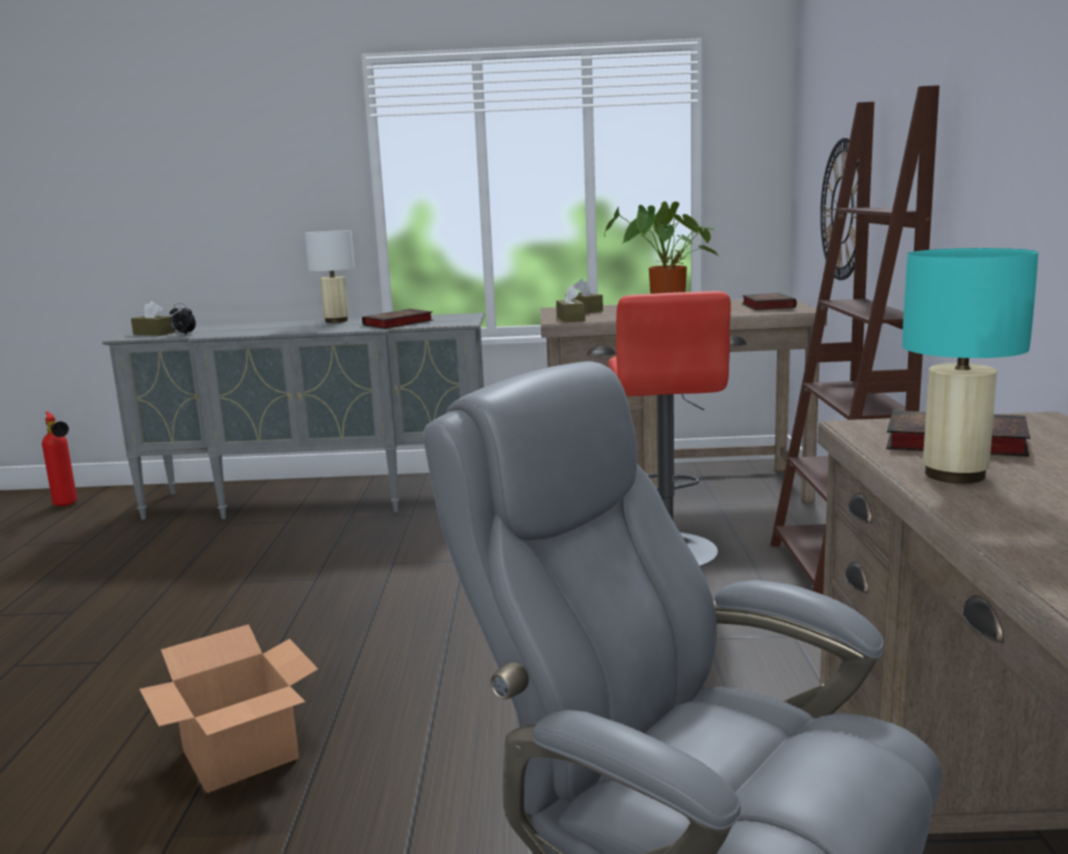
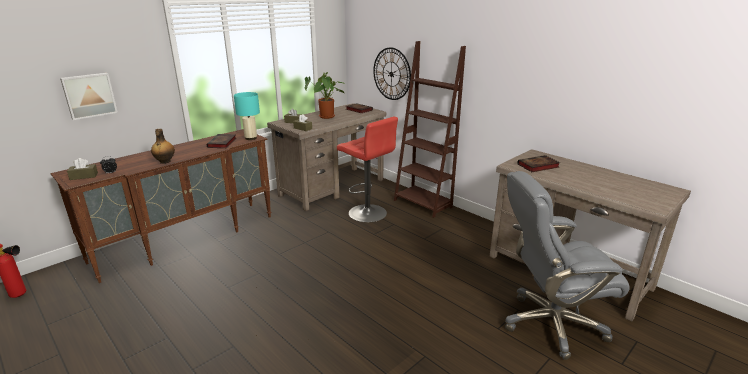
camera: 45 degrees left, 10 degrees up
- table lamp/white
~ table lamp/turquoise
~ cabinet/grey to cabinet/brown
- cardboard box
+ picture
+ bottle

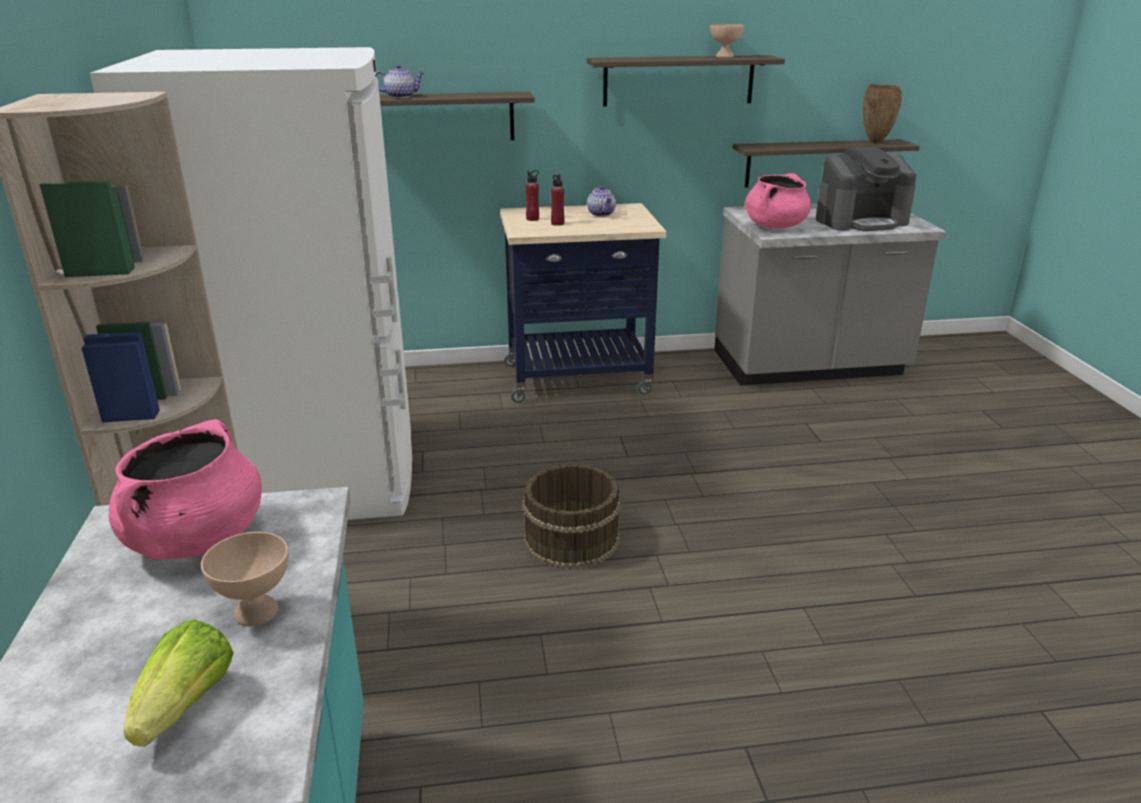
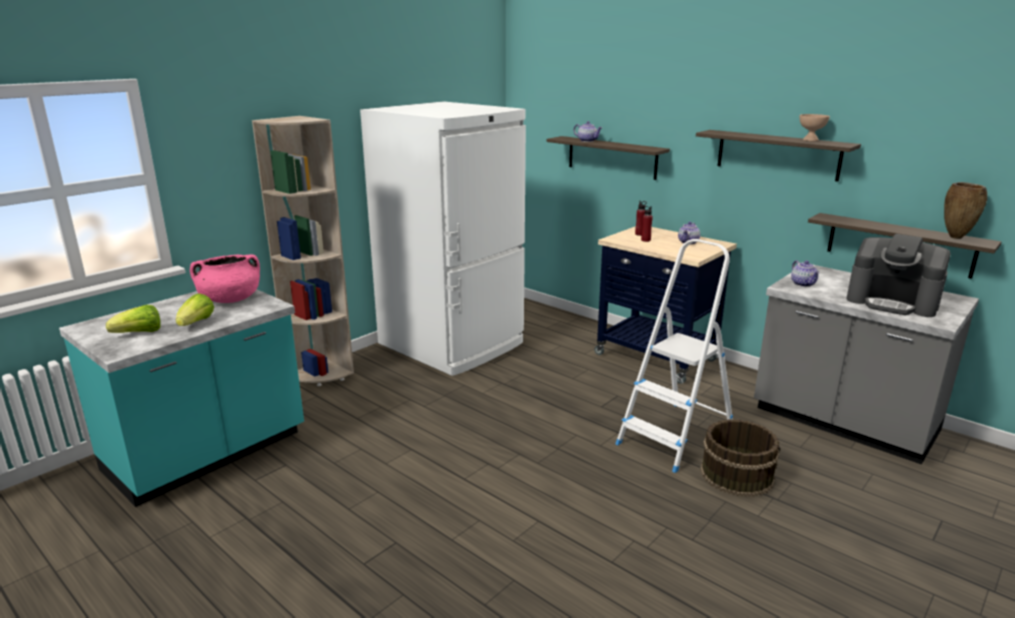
camera: 50 degrees right, 5 degrees down
~ cooking pot/pink (no. 2 from left) to teapot (no. 3 from left)
~ bucket/brown
~ bowl/beige (no. 1 from left) to lettuce (no. 2 from left)
+ step ladder/white

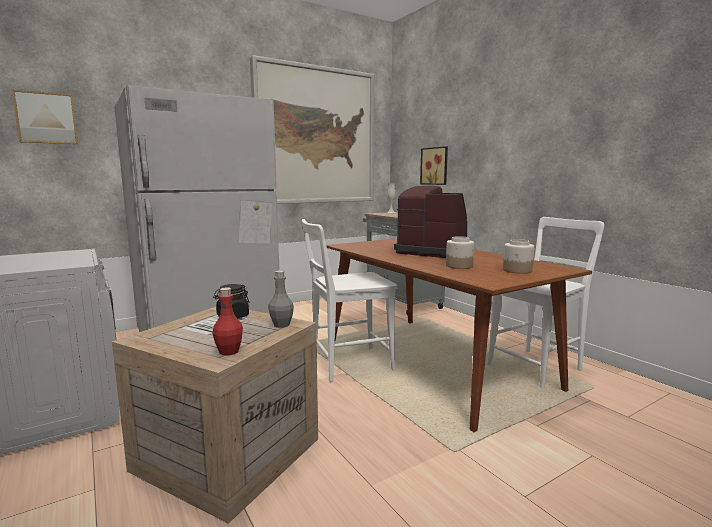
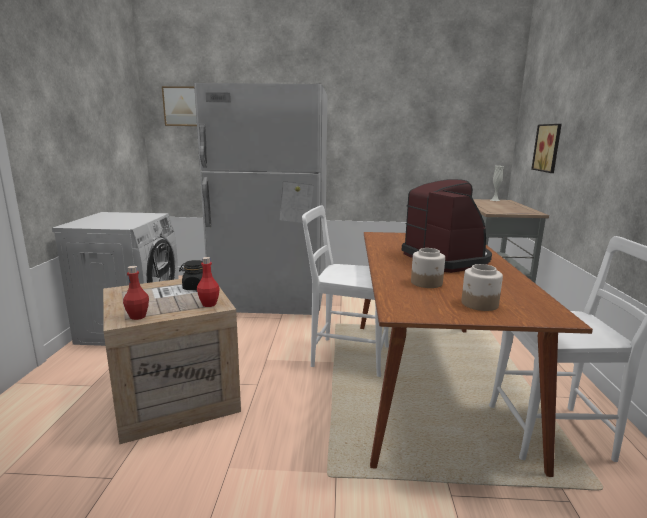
camera: 35 degrees right, 5 degrees up
- picture (no. 2 from left)
~ bottle/grey to bottle/red (no. 2 from left)

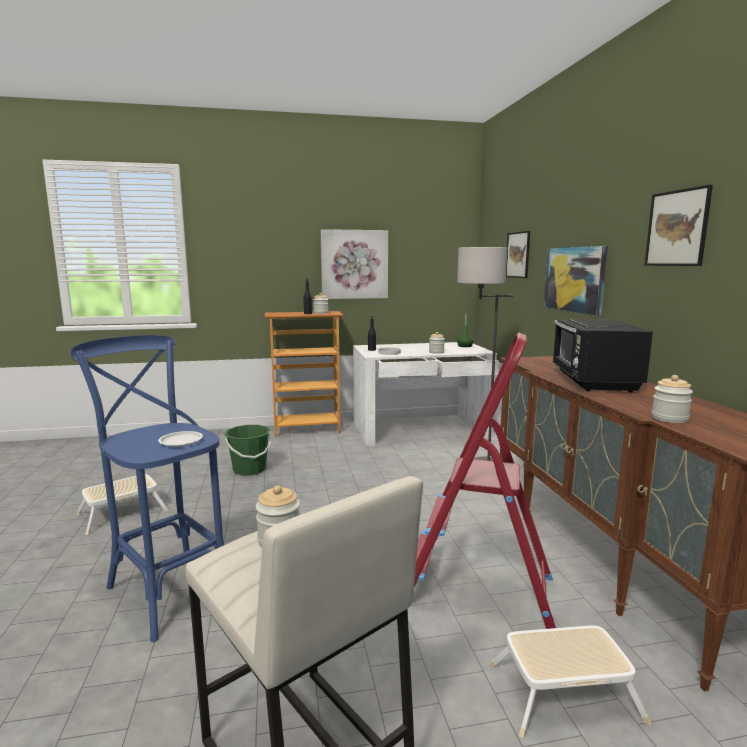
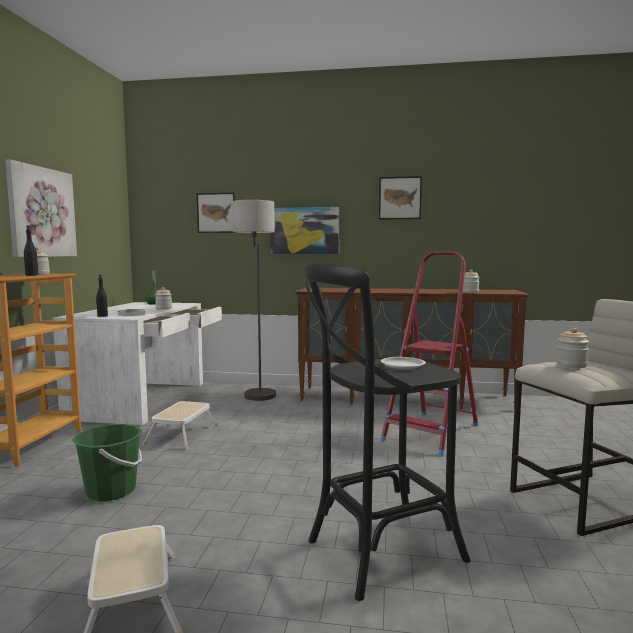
camera: 70 degrees left, 5 degrees down
- microwave/black
~ stool/blue to stool/black
~ step ladder/beige (no. 2 from left)

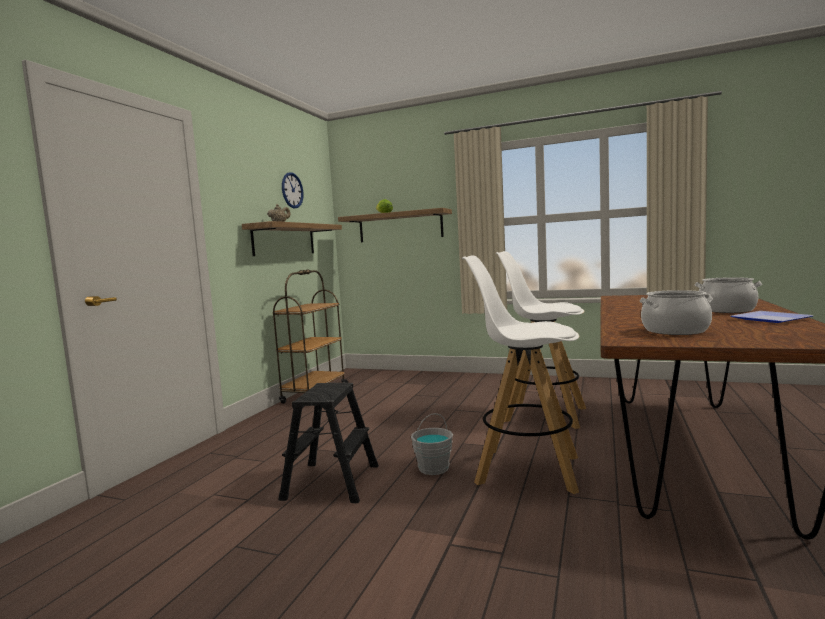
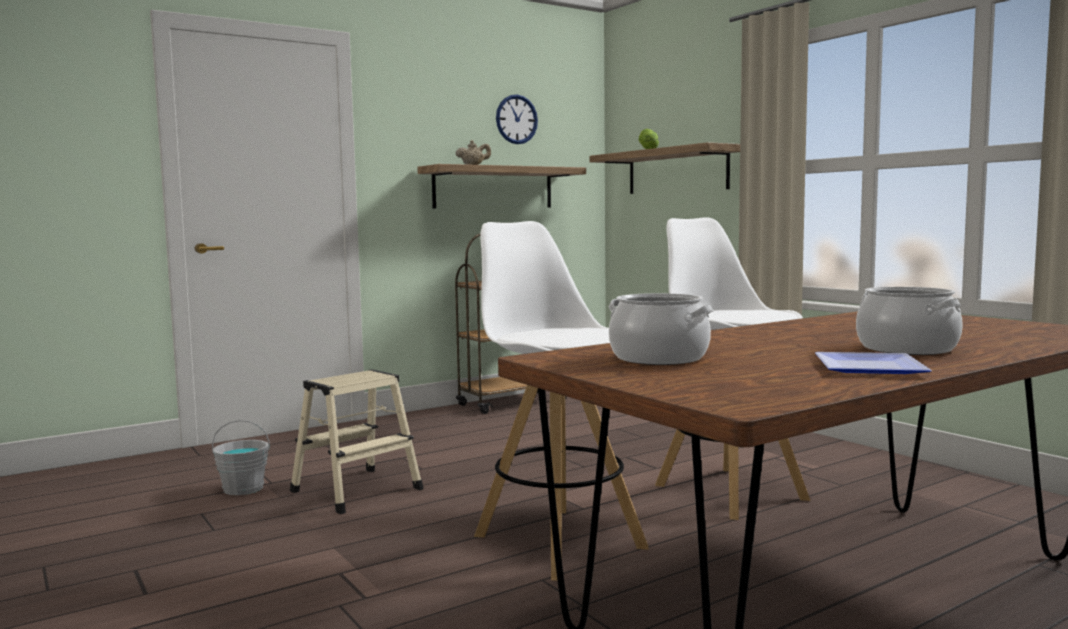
camera: 35 degrees right, 0 degrees up
~ step ladder/black to step ladder/beige
~ bucket/grey

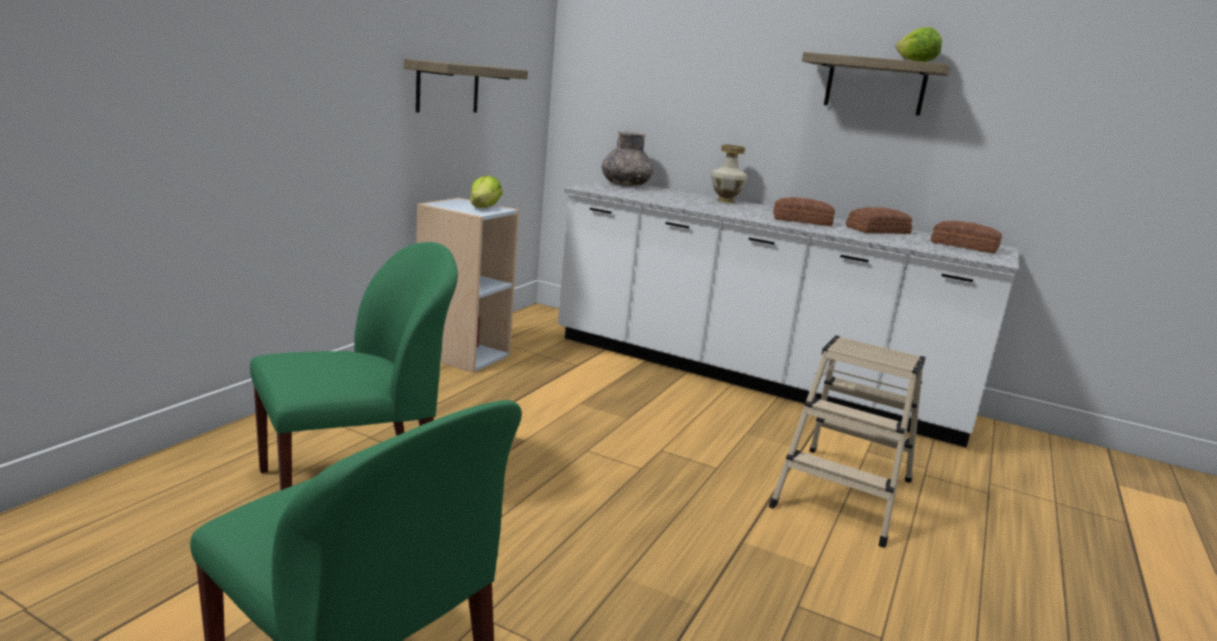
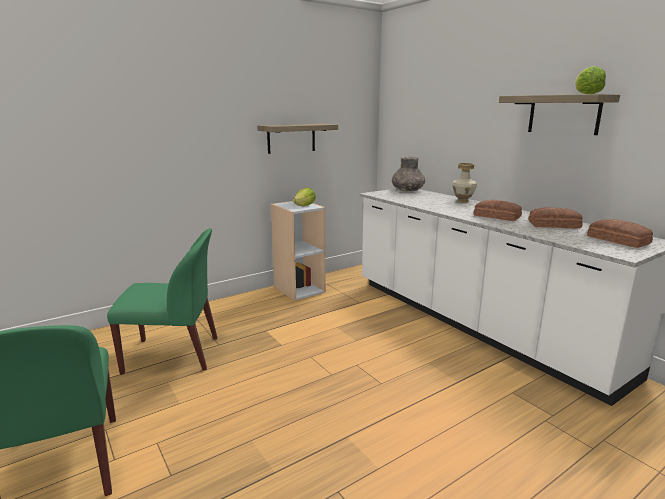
camera: 30 degrees right, 0 degrees up
- step ladder/beige

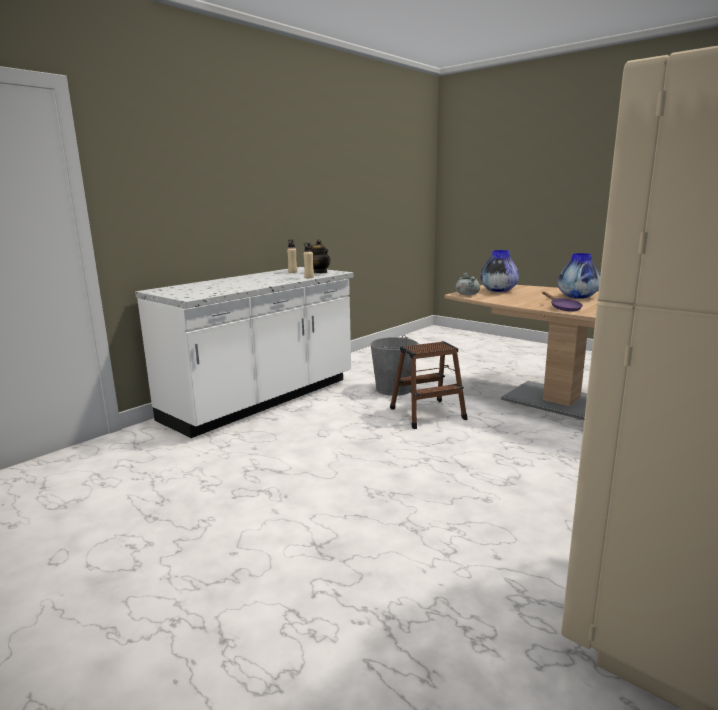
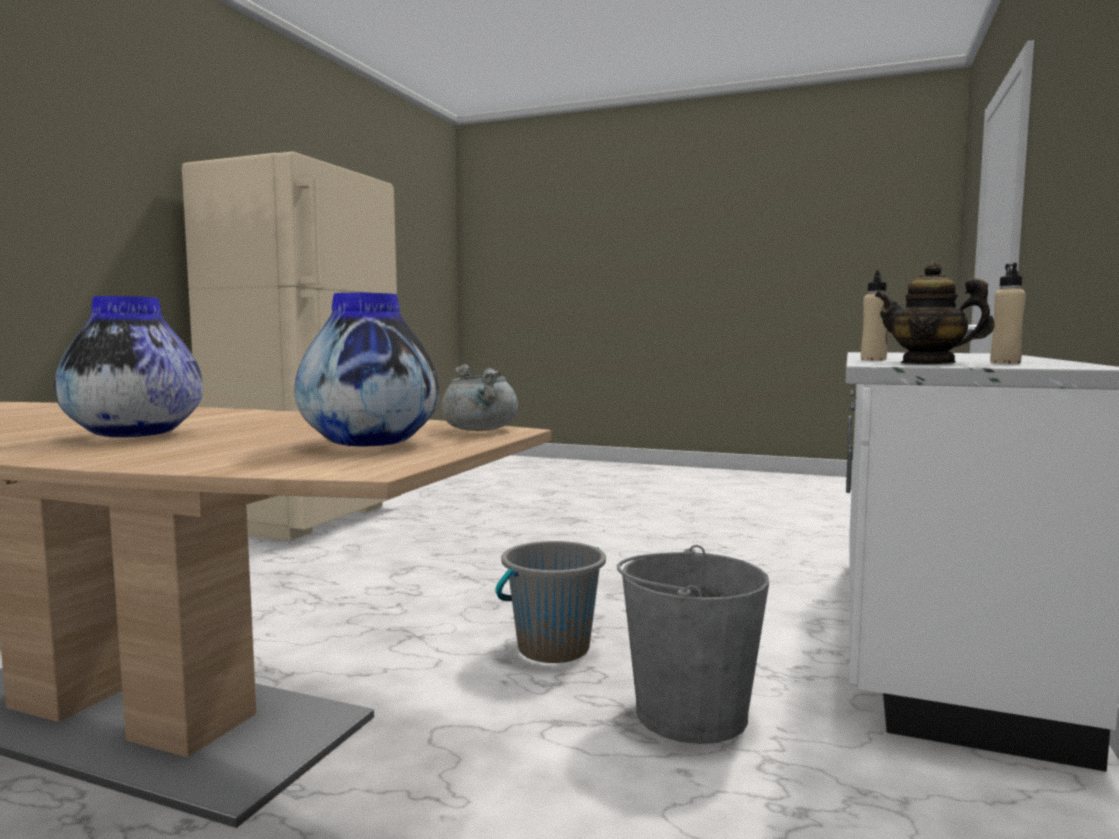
camera: 160 degrees right, 10 degrees down
- frying pan/purple
~ step ladder/brown to bucket/grey (no. 1 from left)

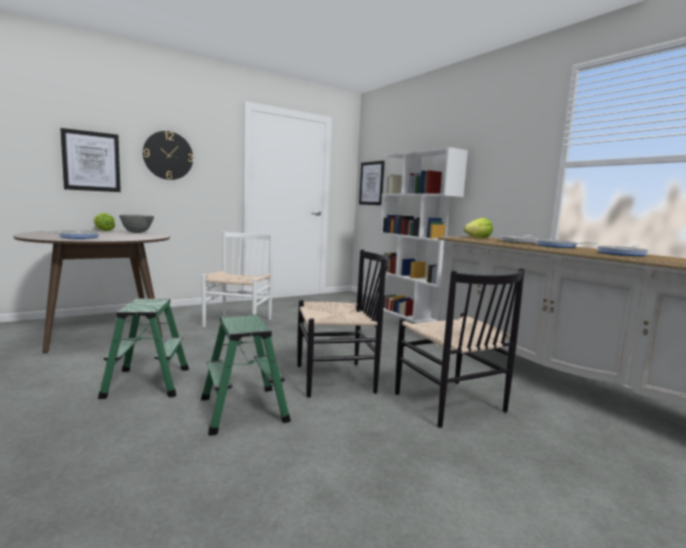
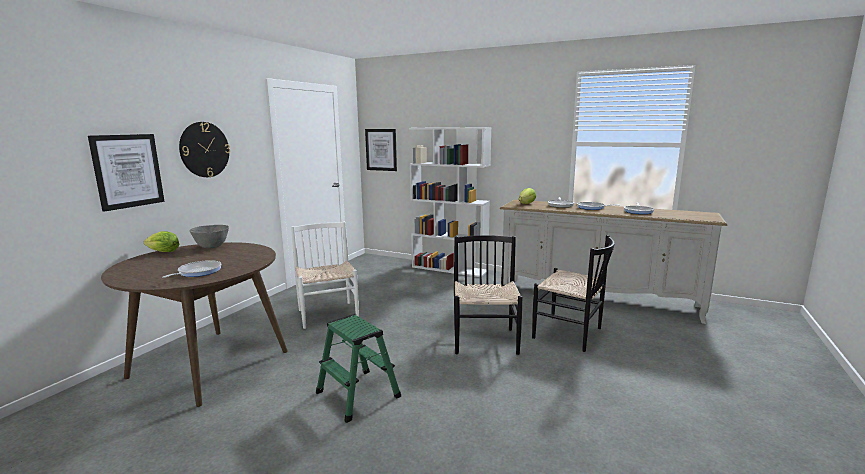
camera: 30 degrees left, 5 degrees up
~ chair/black (no. 1 from left) 45 degrees counterclockwise
- step ladder/green (no. 2 from left)

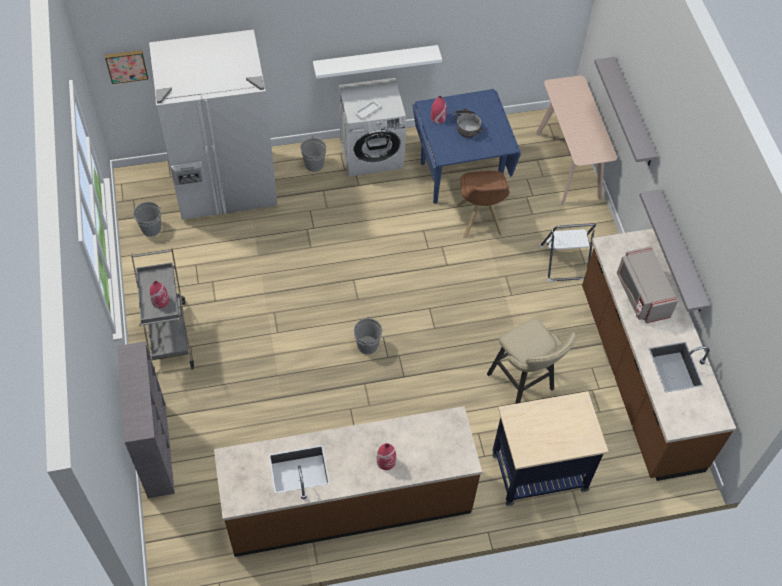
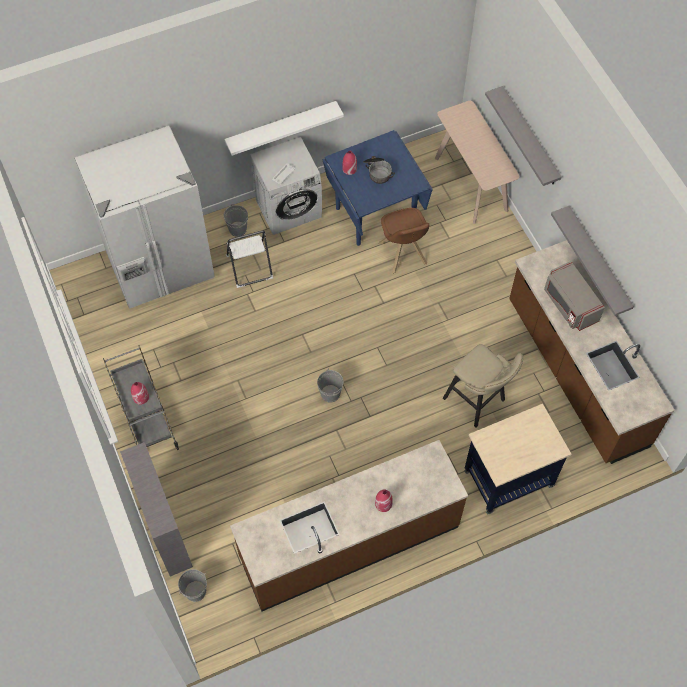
camera: 10 degrees left, 5 degrees up
- picture
~ bucket/grey (no. 1 from left)
~ step ladder/white

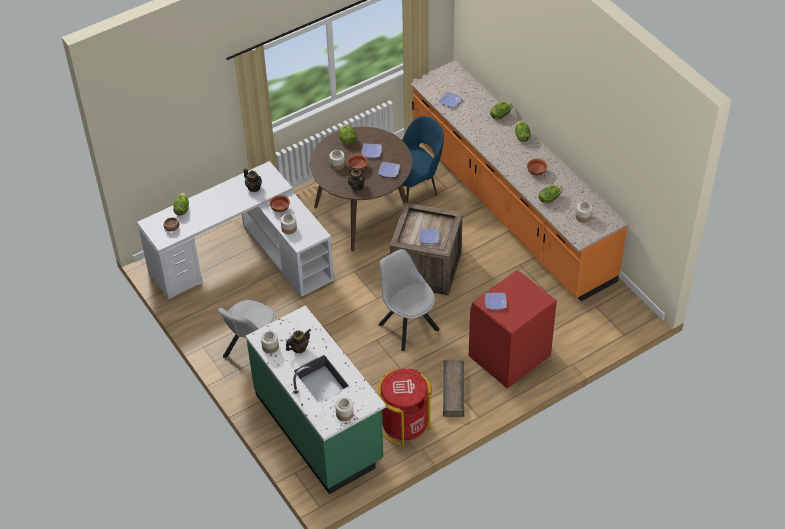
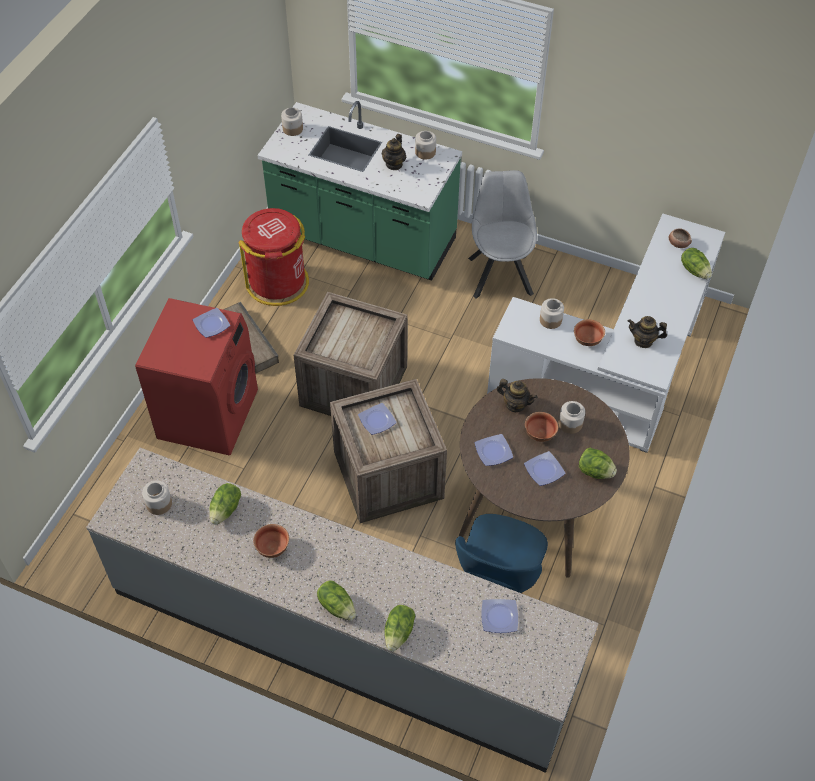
camera: 145 degrees right, 5 degrees up
~ counter/orange to counter/grey
~ chair/grey (no. 2 from left) to crate (no. 2 from left)

